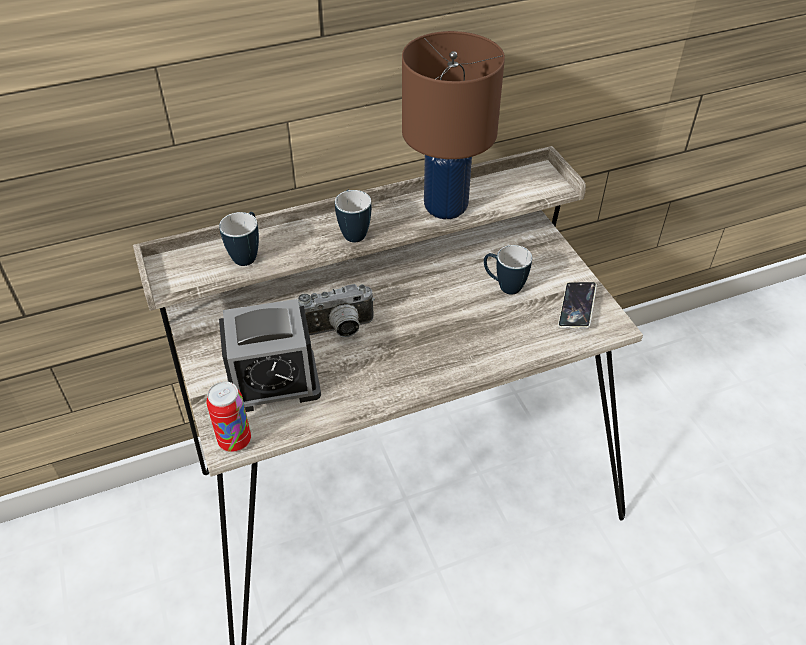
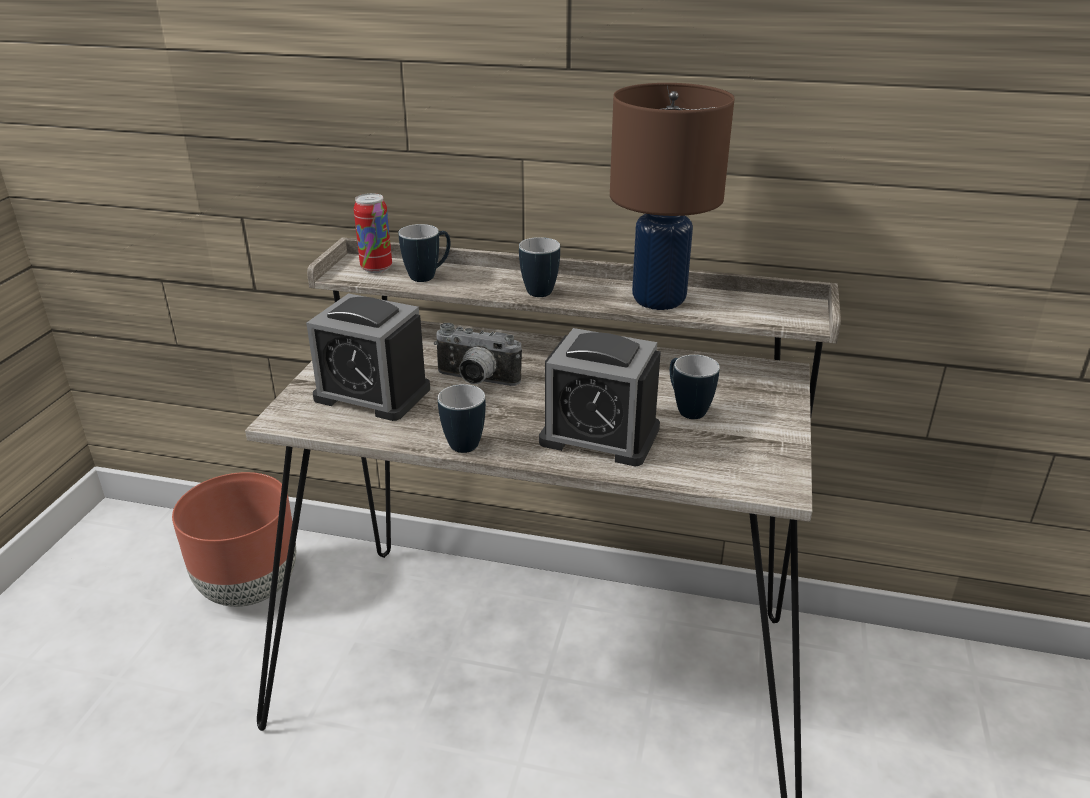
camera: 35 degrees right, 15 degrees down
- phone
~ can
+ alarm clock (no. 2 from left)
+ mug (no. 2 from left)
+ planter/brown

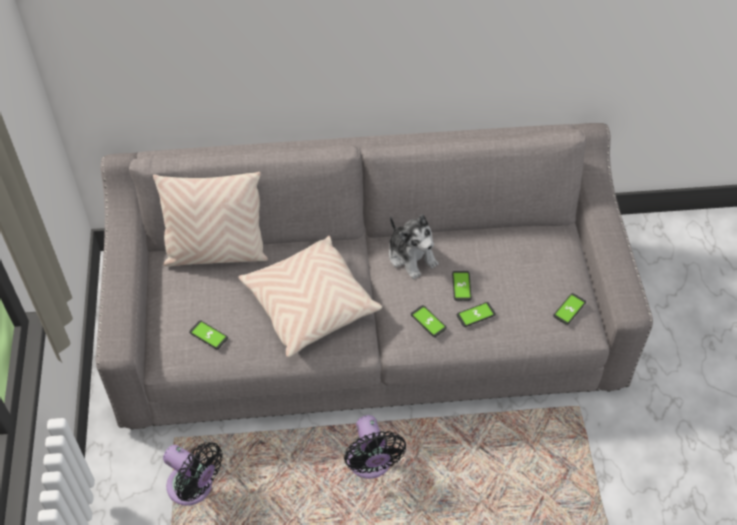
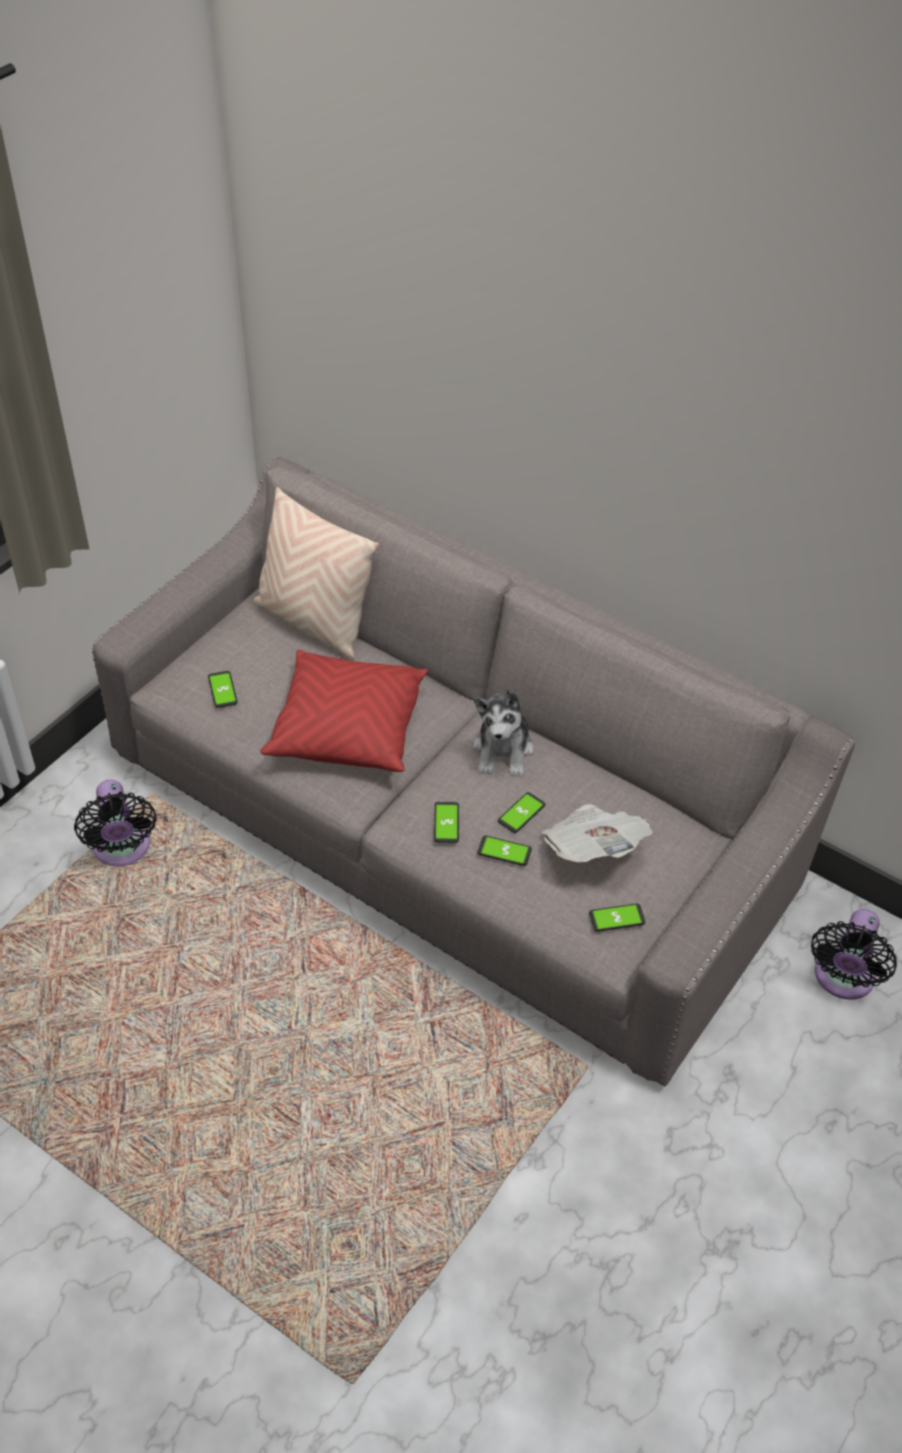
camera: 40 degrees right, 5 degrees down
~ pillow/beige (no. 2 from left) to pillow/red
~ fan/black (no. 2 from left)
+ newspaper

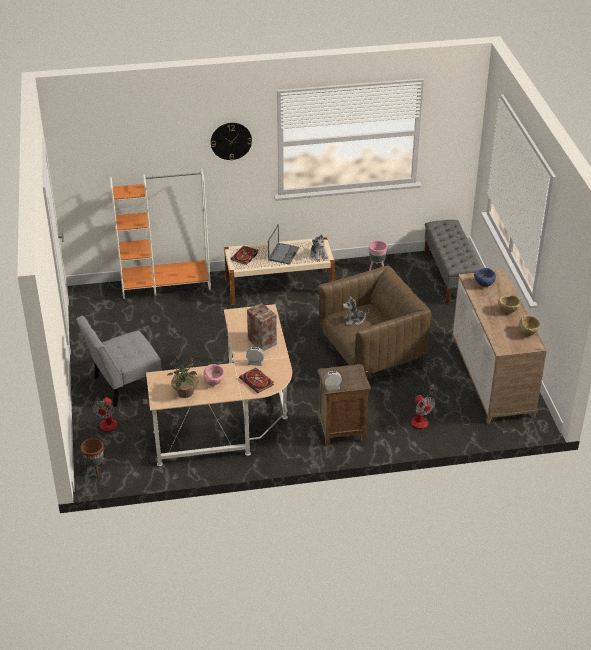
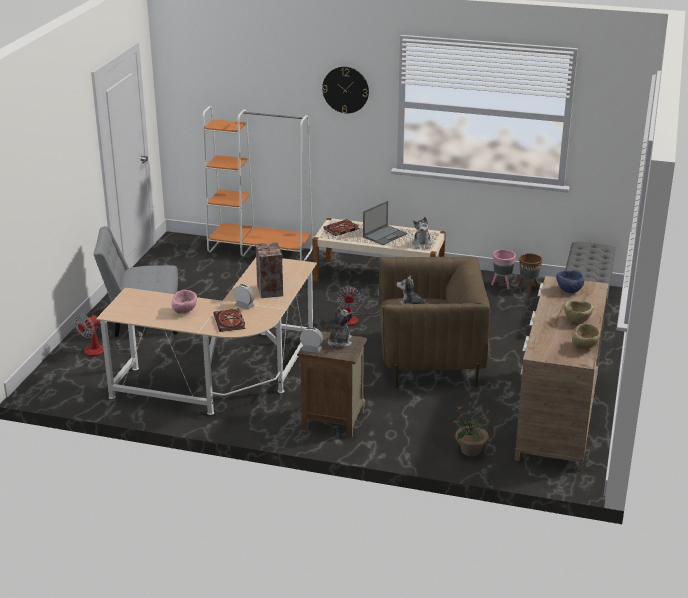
camera: 25 degrees right, 10 degrees down
~ potted plant
~ fan (no. 2 from left)
~ planter/brown
+ plush toy (no. 1 from left)

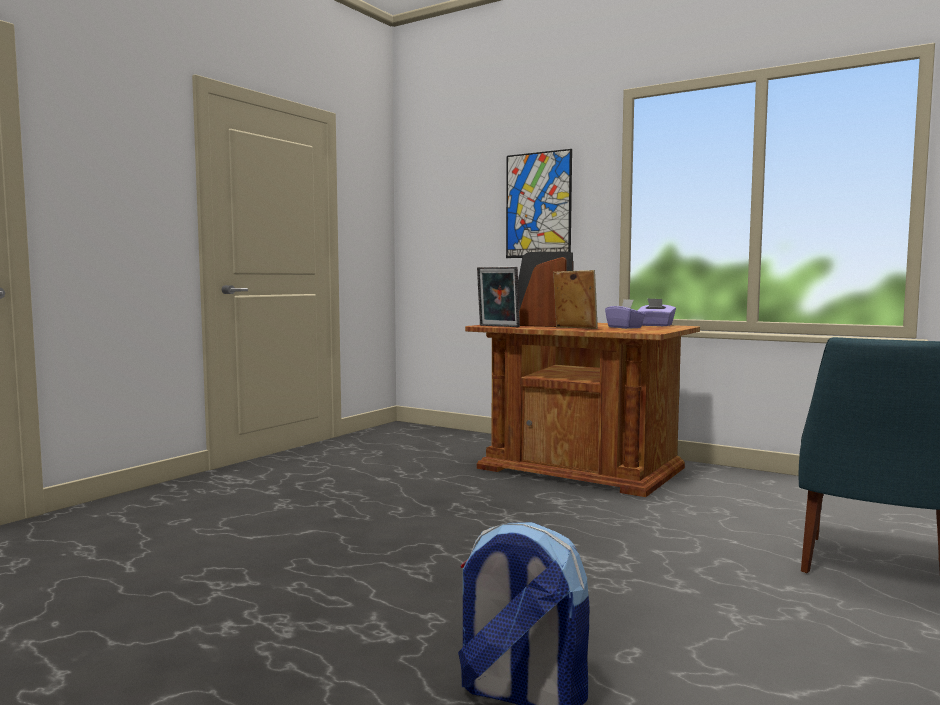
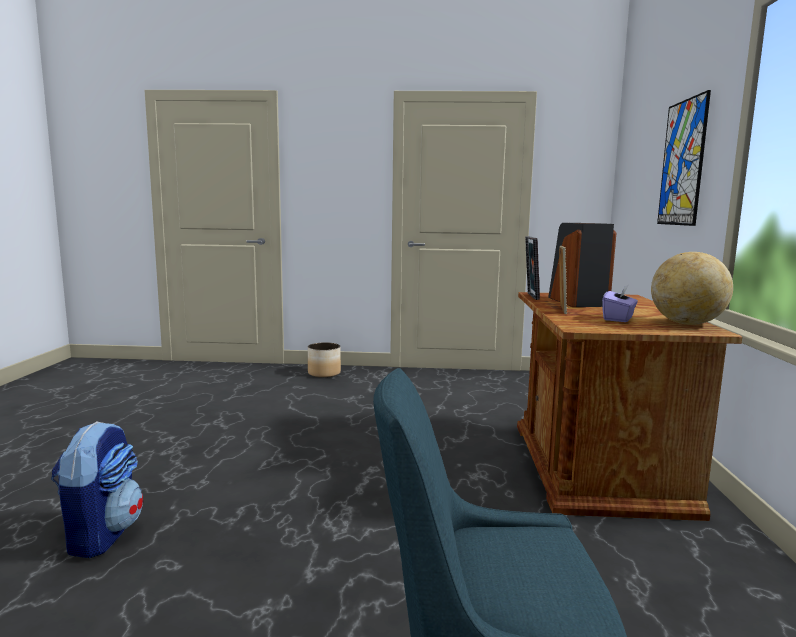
camera: 60 degrees right, 5 degrees up
~ tissue box/purple (no. 2 from left) to globe
+ planter

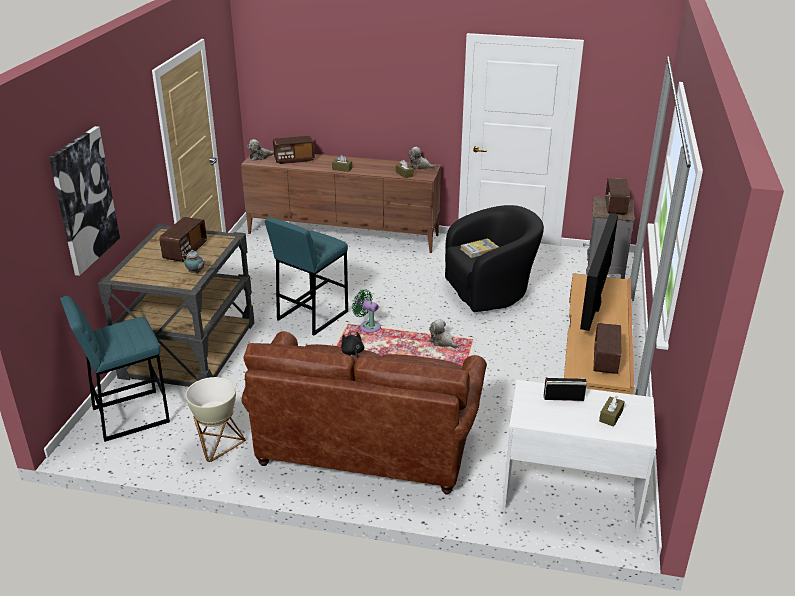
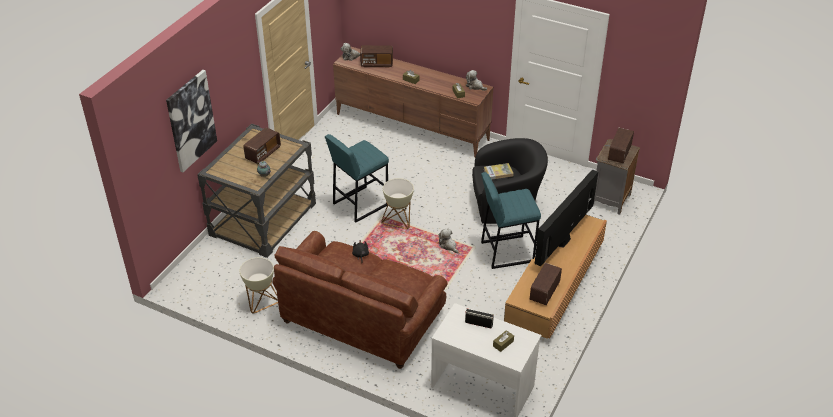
camera: 15 degrees right, 10 degrees up
~ fan/green to planter (no. 2 from left)
~ stool/turquoise (no. 1 from left in the first image) to stool/turquoise (no. 2 from left)

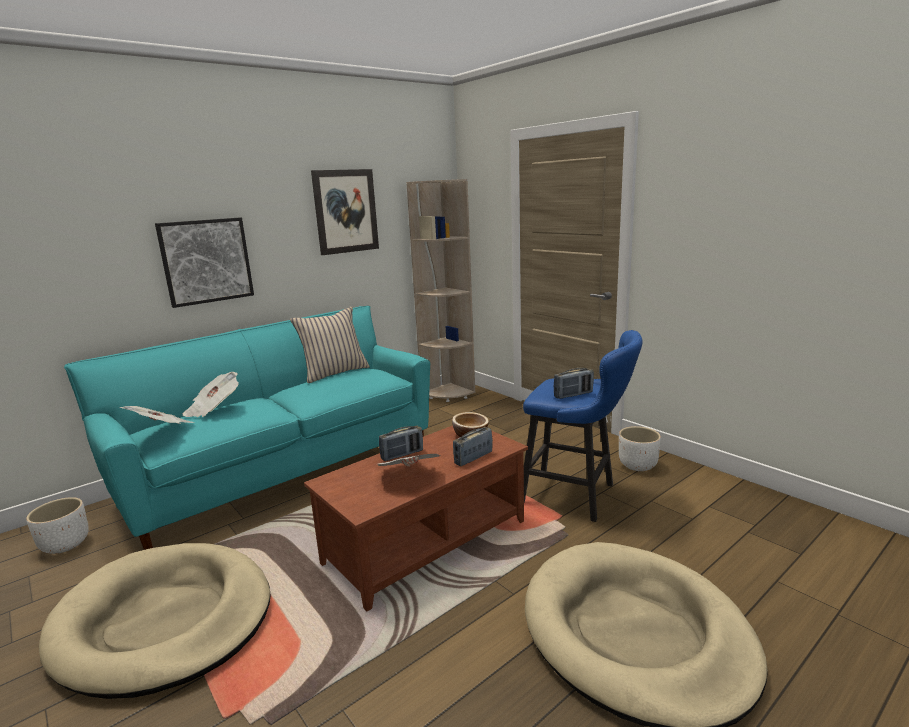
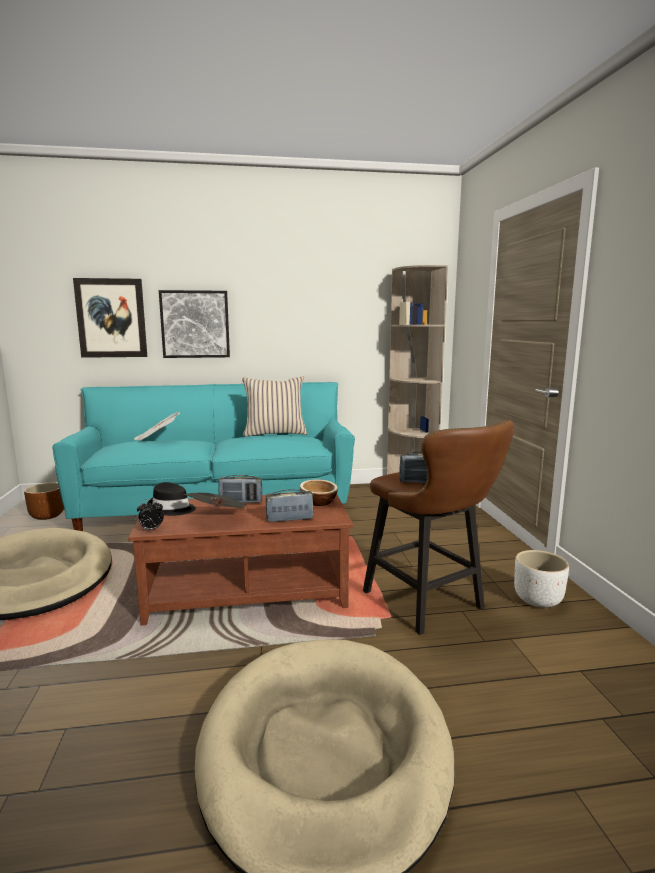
camera: 30 degrees right, 5 degrees down
~ picture (no. 2 from left in the first image) to picture (no. 1 from left)
~ stool/blue to stool/brown
- newspaper (no. 1 from left)
~ planter/white (no. 1 from left) to planter/brown
+ hat/black
+ alarm clock

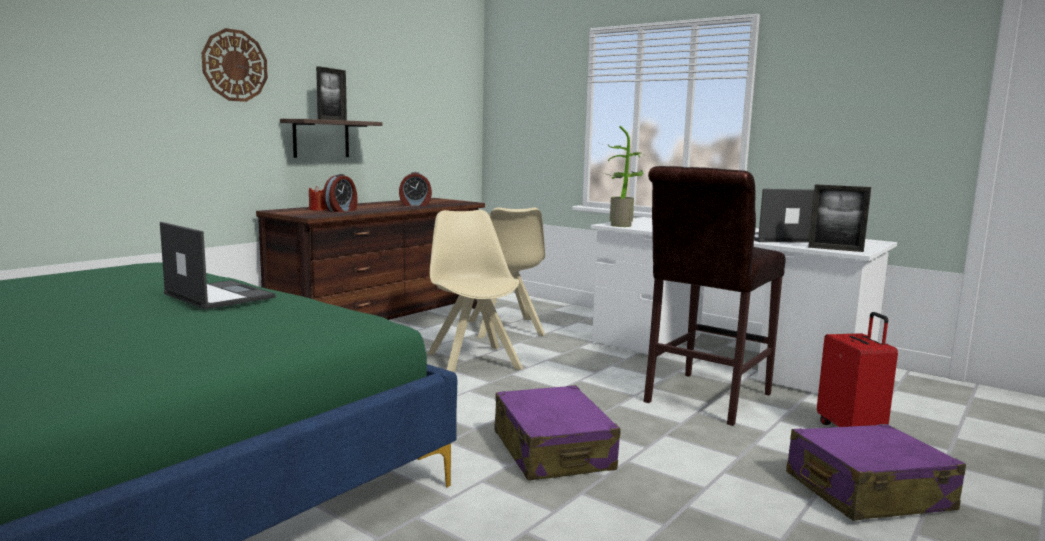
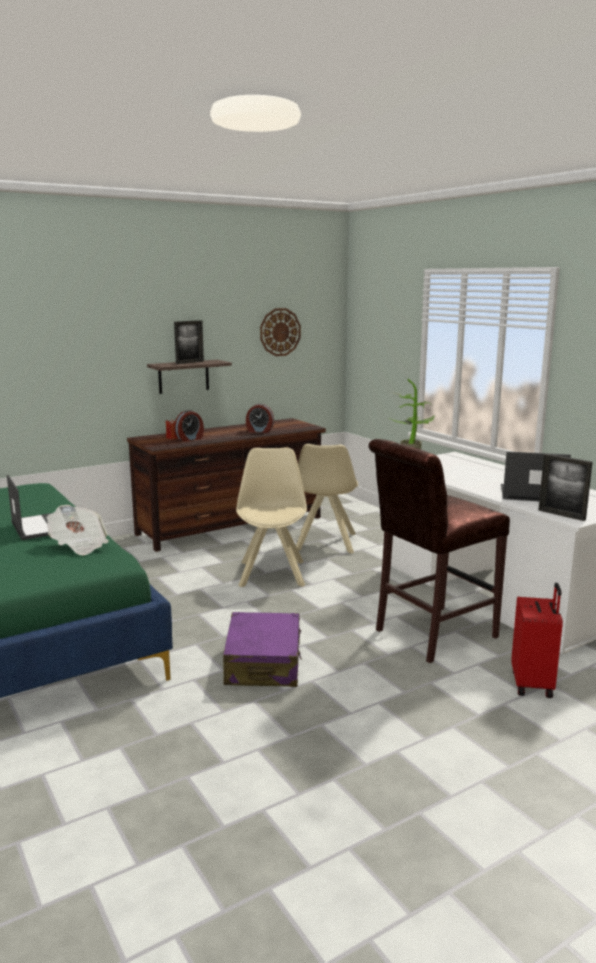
camera: 20 degrees right, 5 degrees up
~ wall clock
- suitcase/purple (no. 2 from left)
+ newspaper

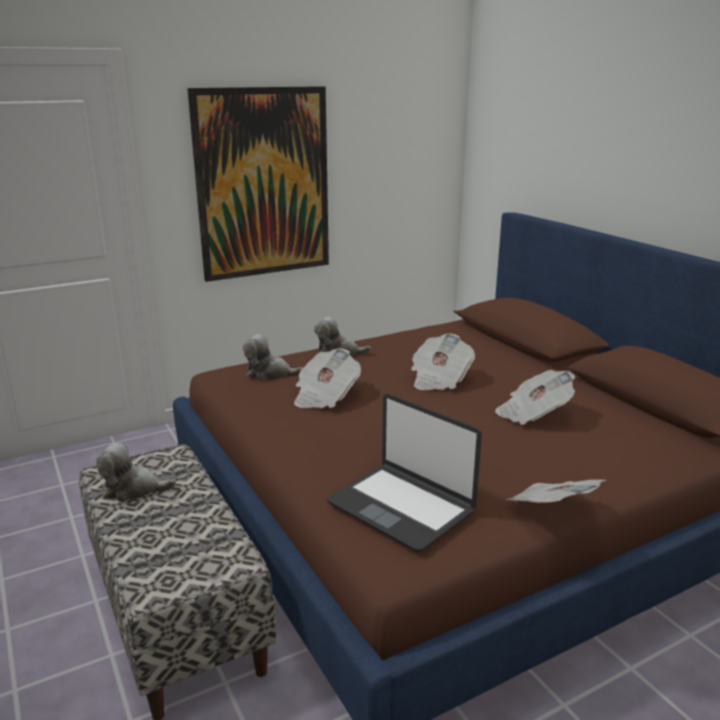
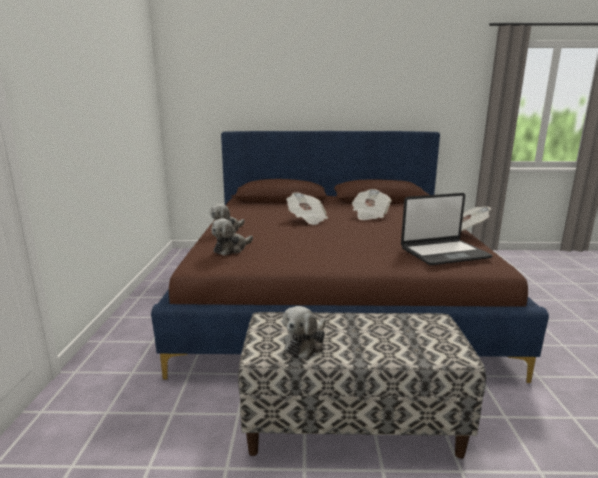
camera: 60 degrees left, 5 degrees down
- picture
- newspaper (no. 1 from left)

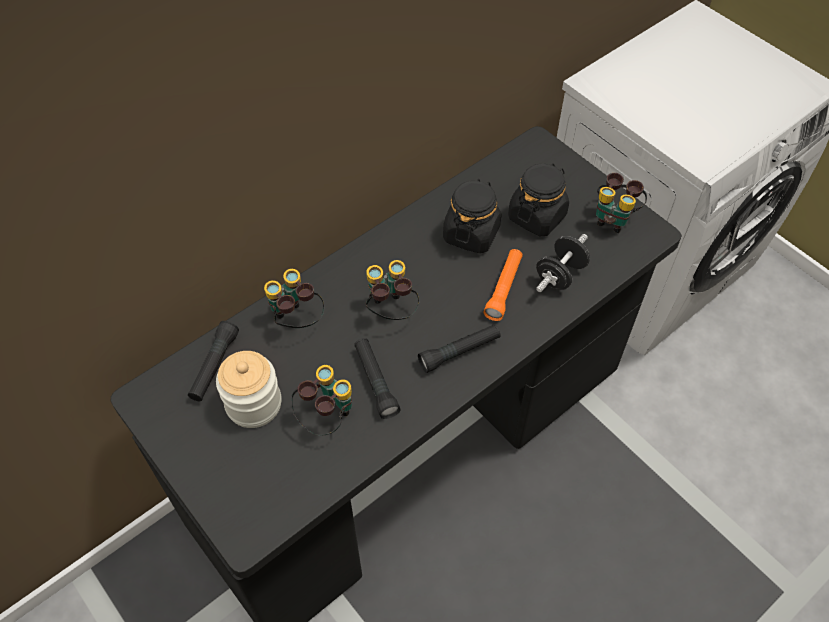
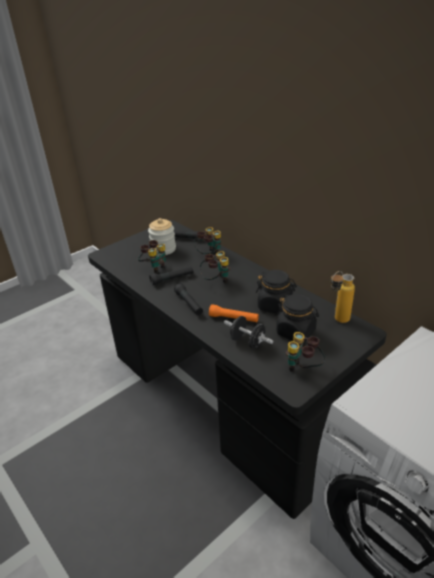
camera: 90 degrees right, 20 degrees down
+ bottle

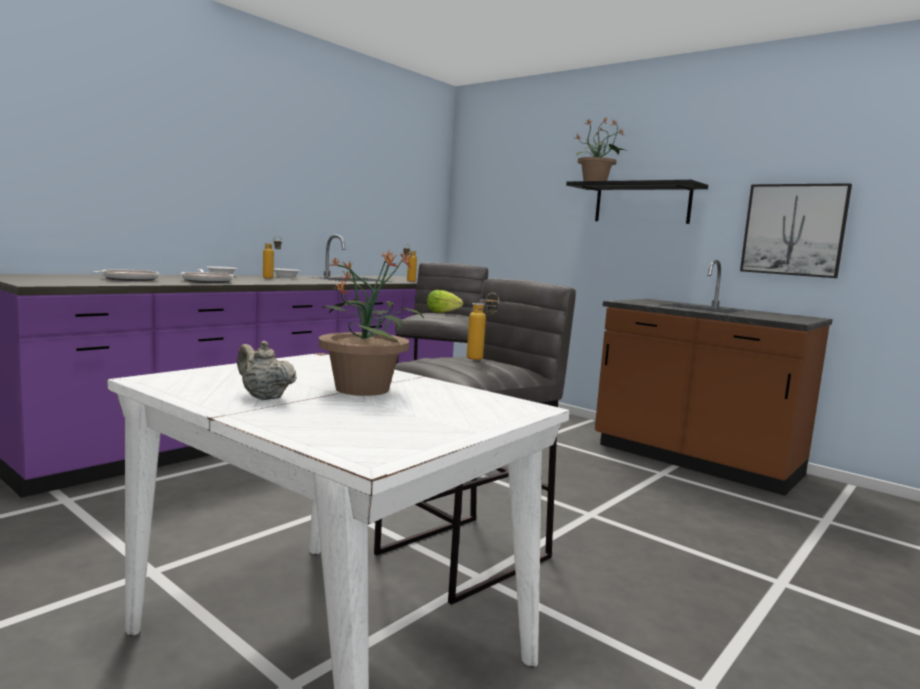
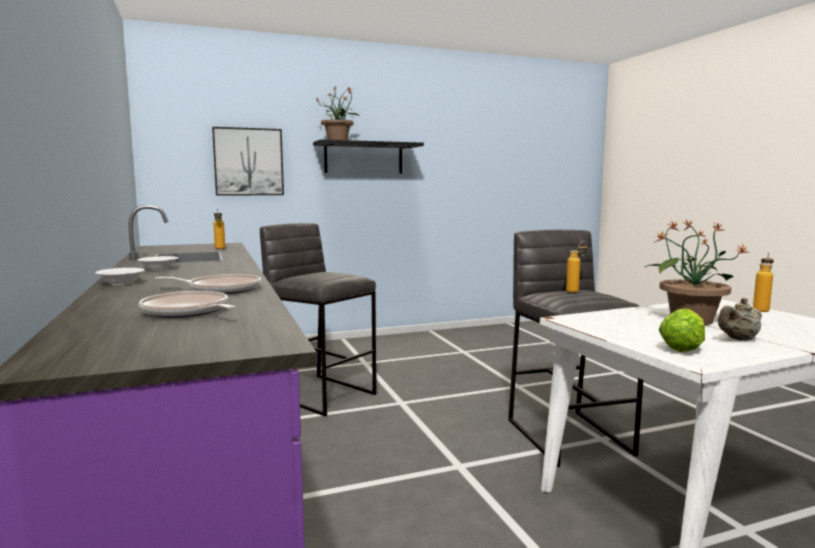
camera: 60 degrees left, 0 degrees up
~ picture
~ bottle (no. 1 from left in the first image) to bottle (no. 3 from left)
- counter/brown
~ lettuce

